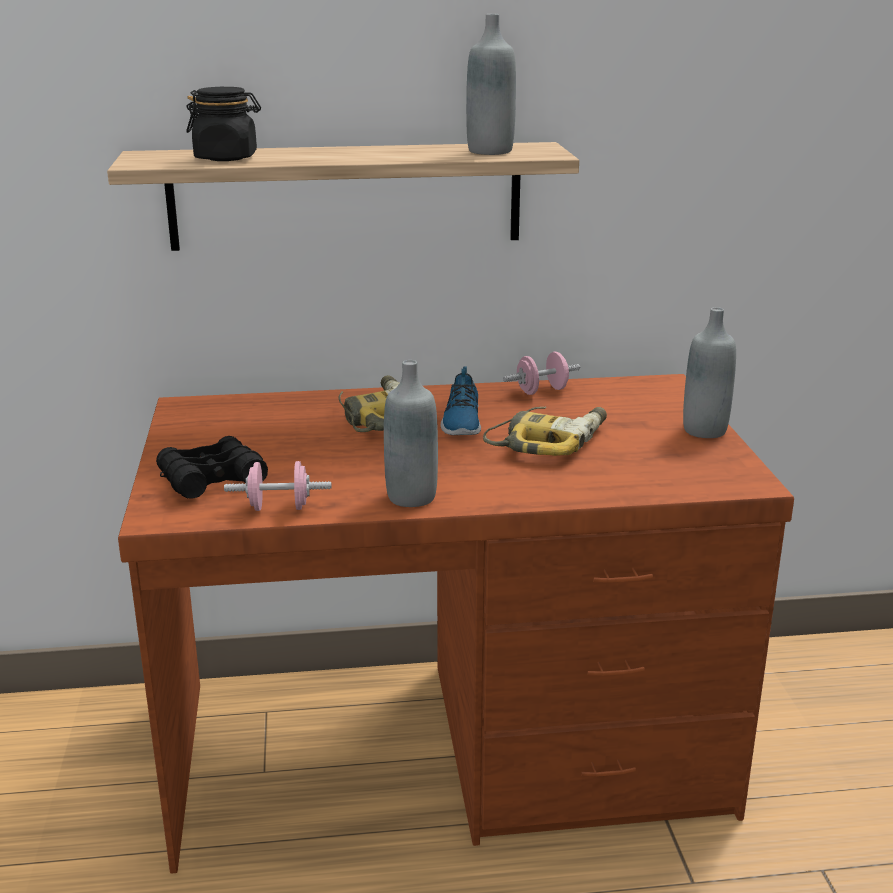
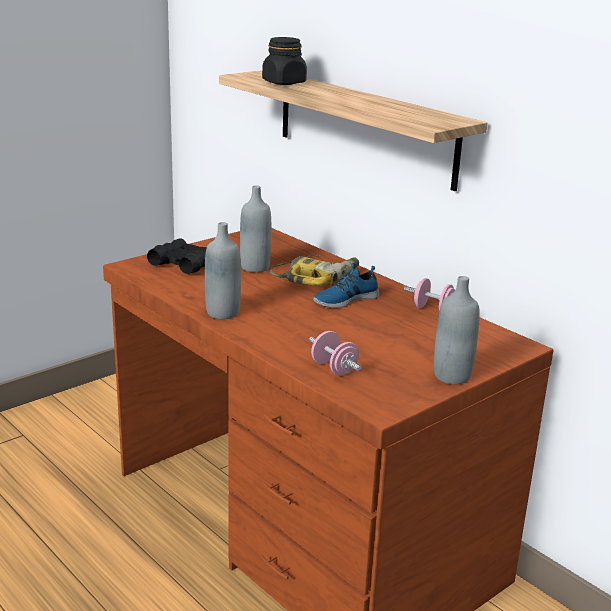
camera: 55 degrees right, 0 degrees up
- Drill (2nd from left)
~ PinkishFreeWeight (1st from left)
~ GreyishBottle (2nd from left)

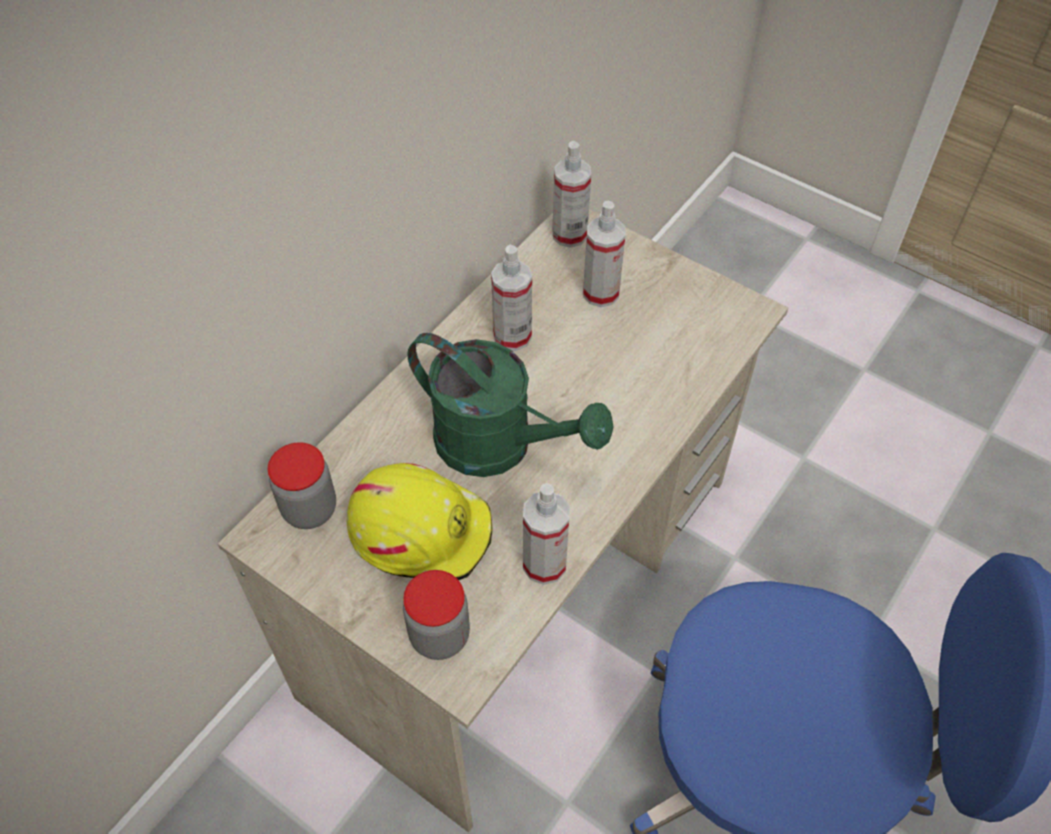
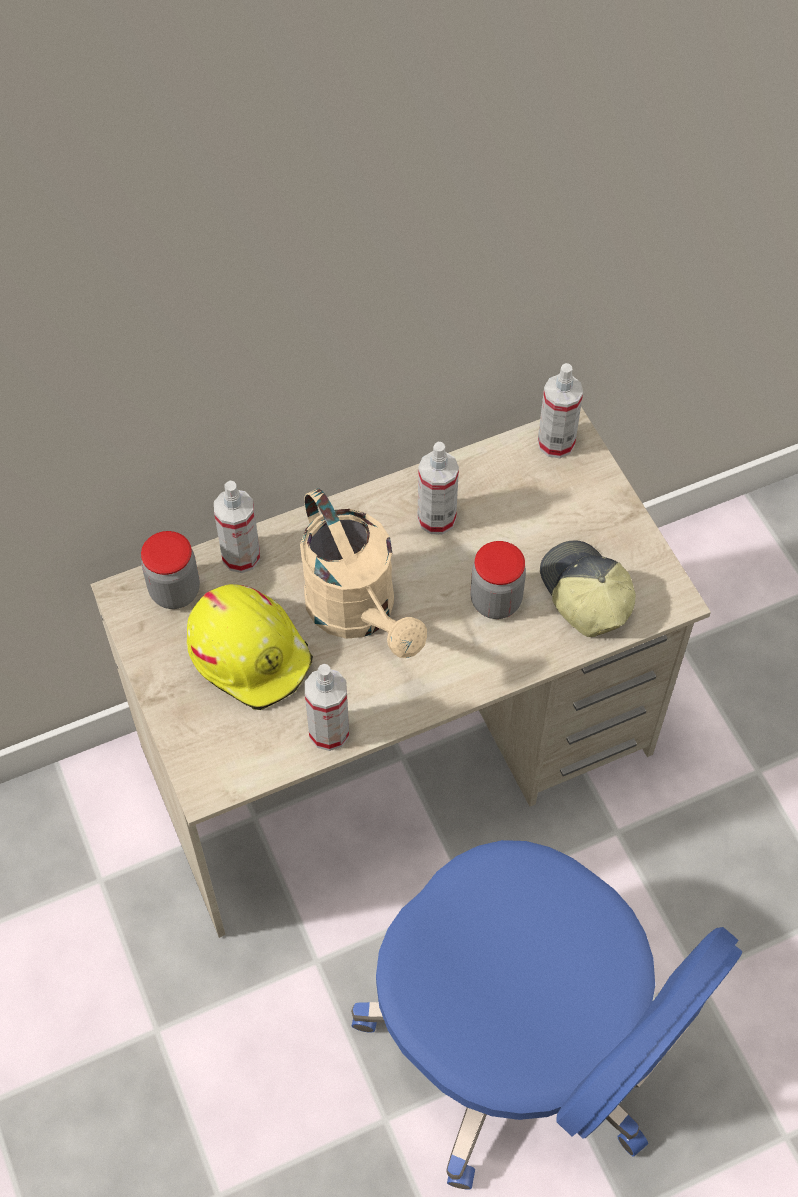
camera: 30 degrees right, 5 degrees up
+ Cap
~ PreserveJar (2nd from left)
~ SprayBottle (4th from left in the first image) to SprayBottle (1st from left)
~ GreenColouredWateringCan to BeigeColouredWateringCan

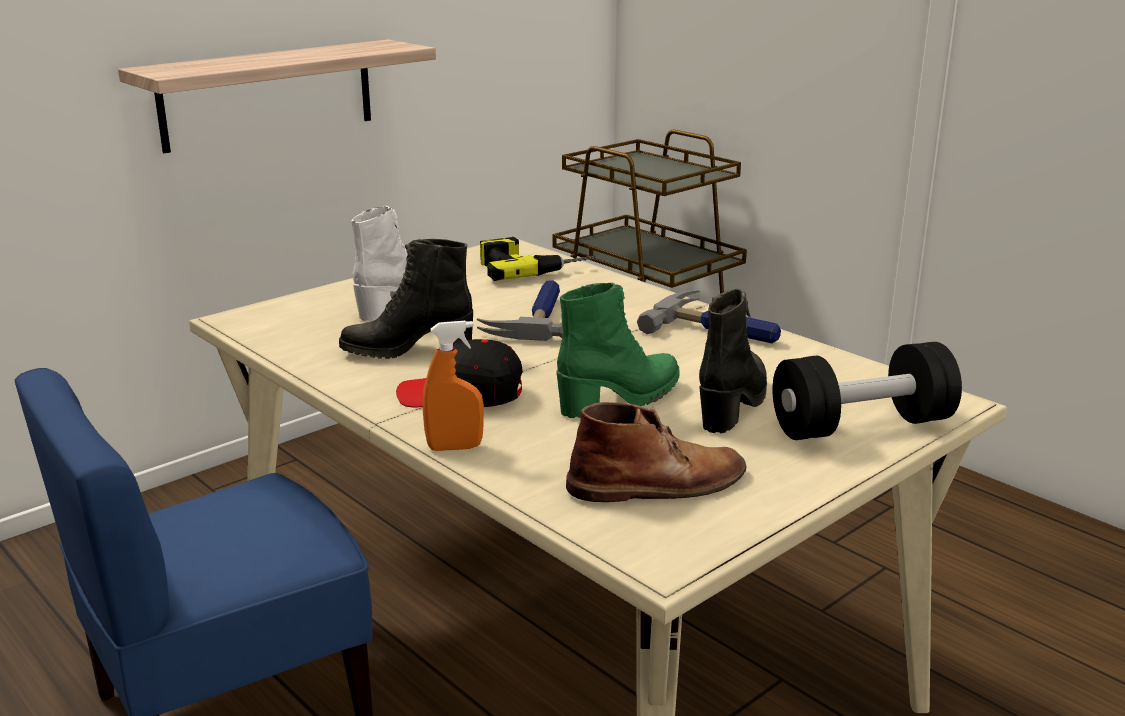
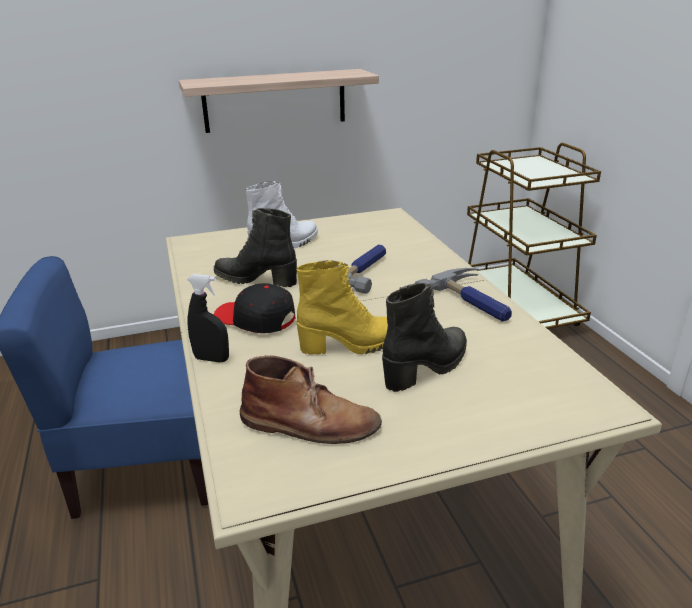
camera: 25 degrees right, 5 degrees up
- Drill
- BlackishFreeWeight
~ OrangeColouredSprayBottle to BlackishSprayBottle
~ GreenColouredBoot to YellowColouredBoot

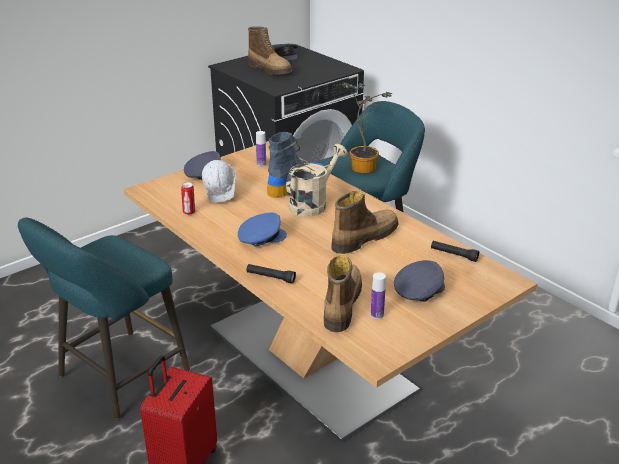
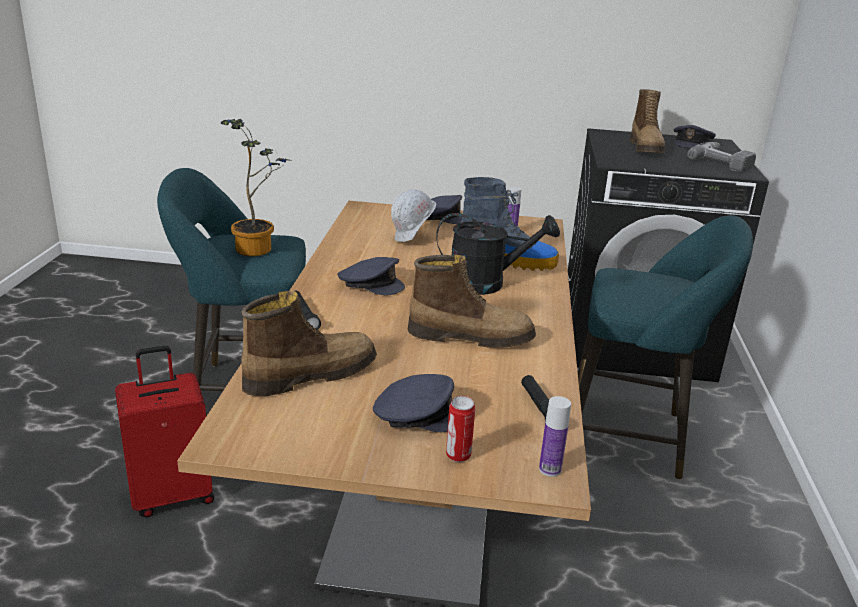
camera: 45 degrees right, 5 degrees down
+ Drill
~ SealedCan
~ PlantInAPot
~ Bottle (2nd from left)
~ BlueColouredCap to GreyishCap (1st from left)
~ BeigeColouredWateringCan to BlackishWateringCan

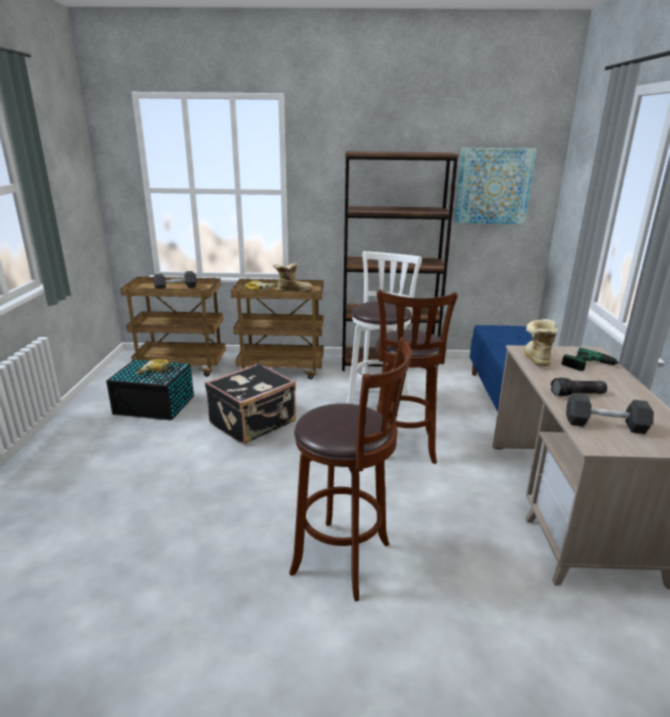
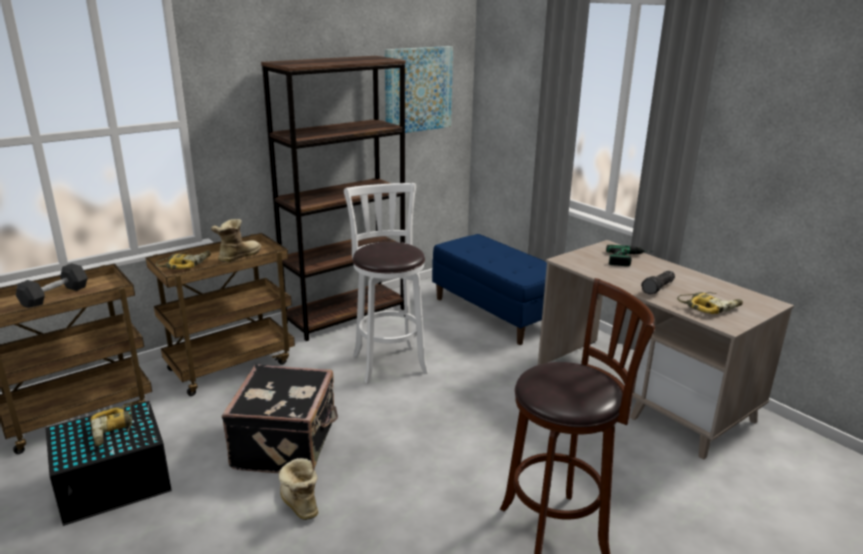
camera: 40 degrees left, 0 degrees up
- BrownStoolSeat (2nd from left)
~ Boot (2nd from left)
~ BlackishFreeWeight (2nd from left) to Drill (4th from left)

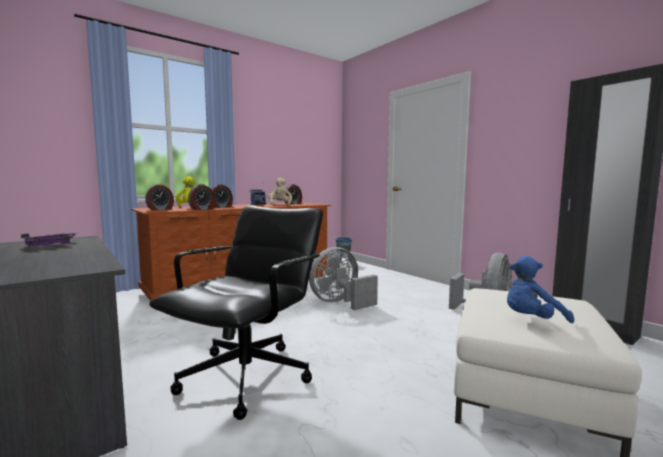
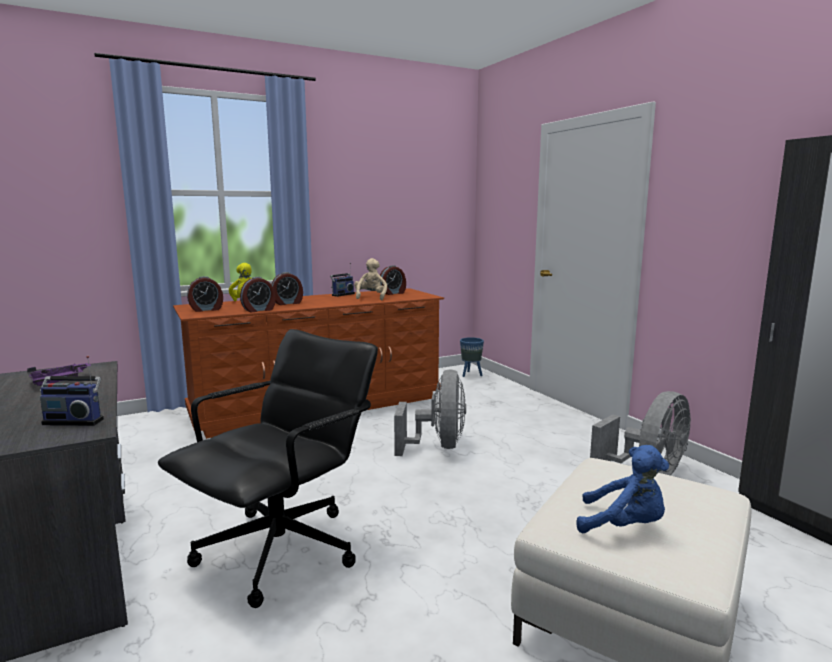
camera: 10 degrees right, 5 degrees up
+ RadioReceiver (1st from left)
~ GreyishCoolingFan (1st from left) 120 degrees clockwise
~ BlueColouredSoftToy 150 degrees counterclockwise

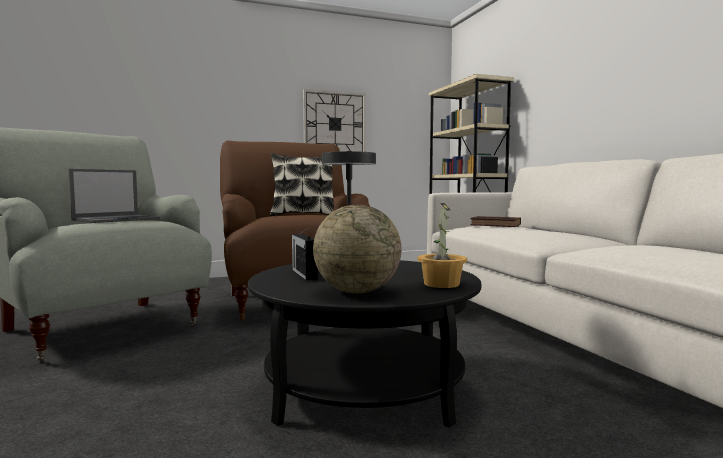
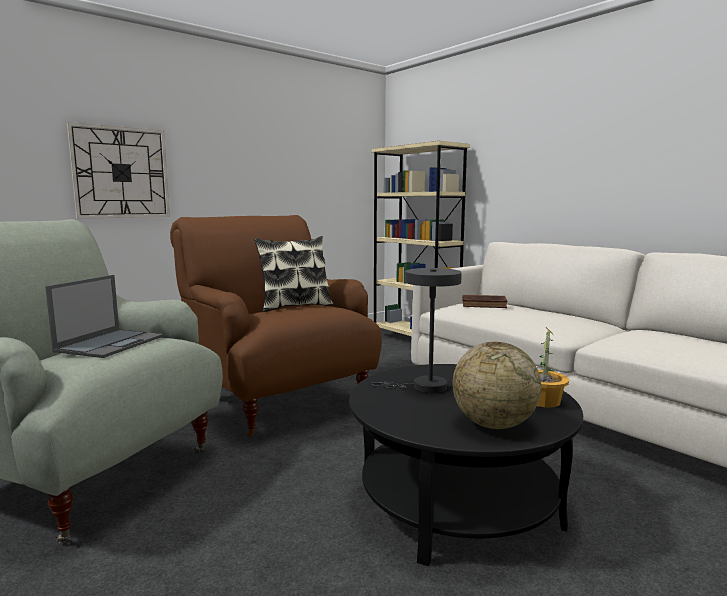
camera: 20 degrees left, 5 degrees up
- RadioReceiver
~ HangingClock

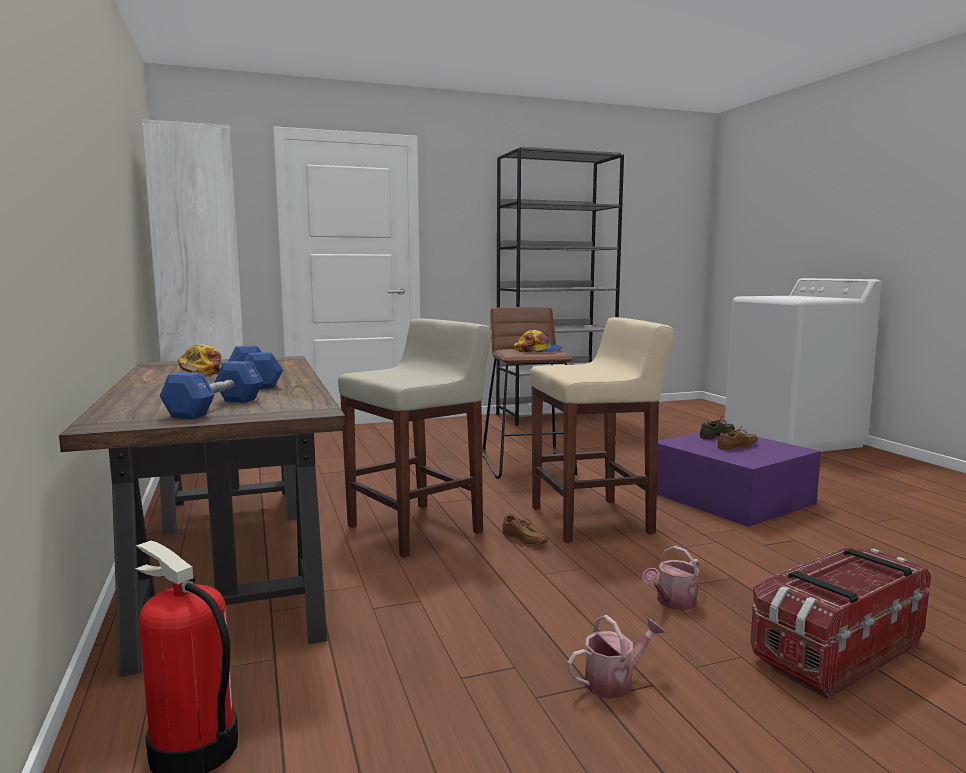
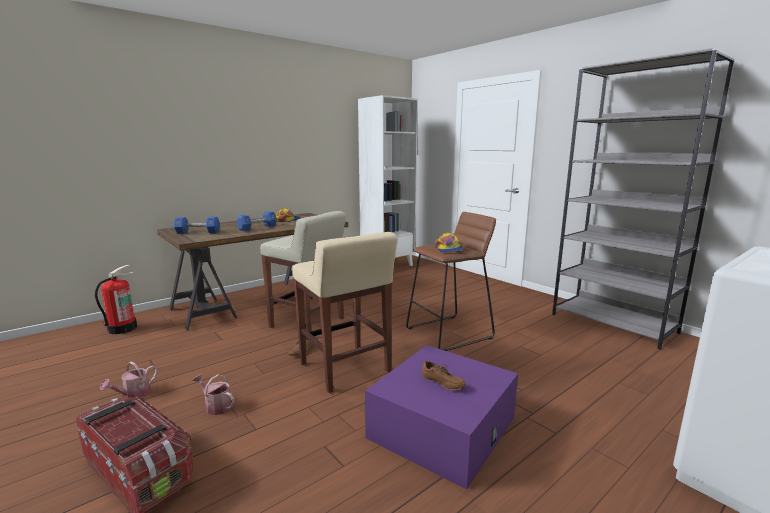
camera: 70 degrees right, 5 degrees up
- GreyishItemOfFootwear
~ WateringCan (1st from left) 75 degrees clockwise

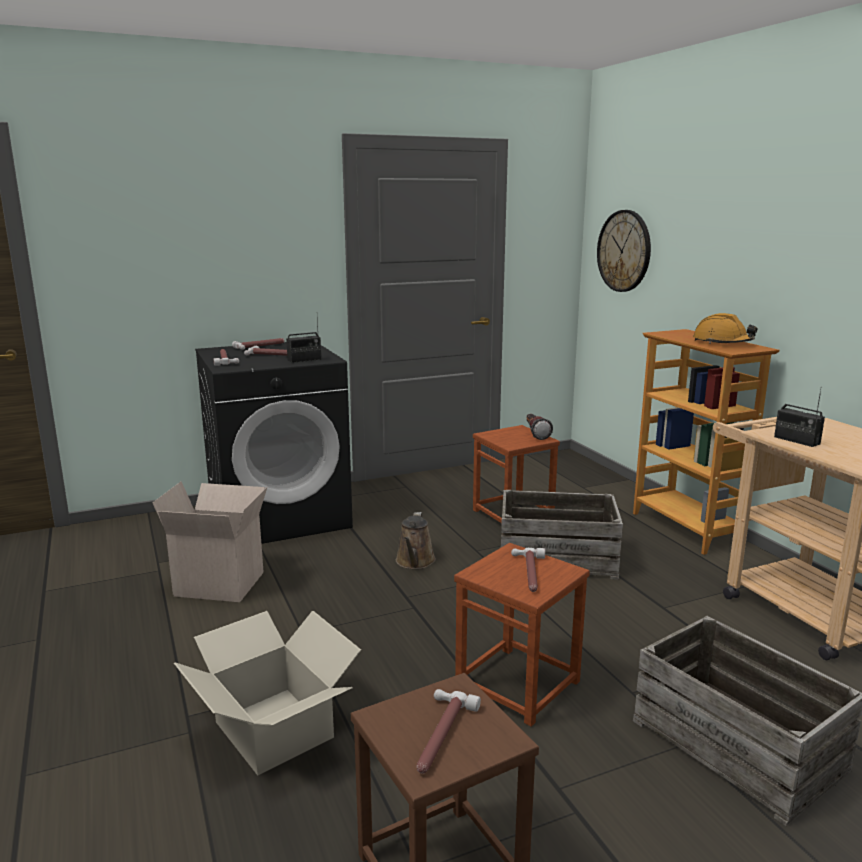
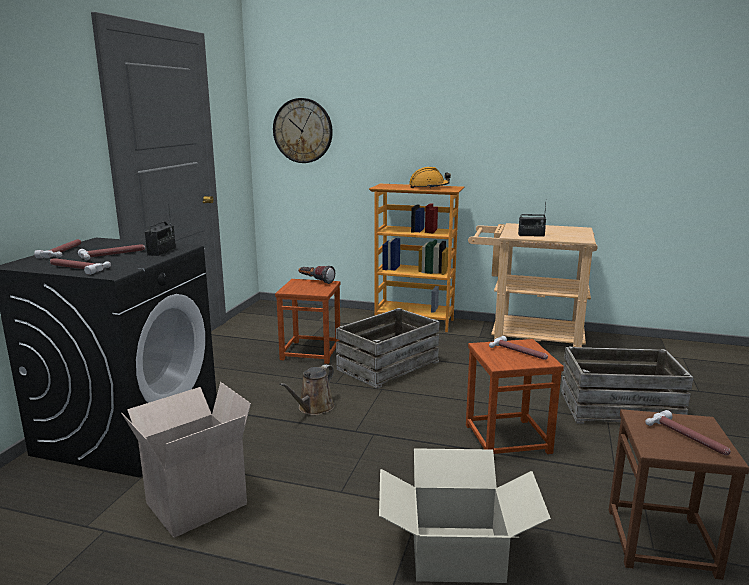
camera: 50 degrees left, 0 degrees up
~ BrownWateringCan 75 degrees clockwise

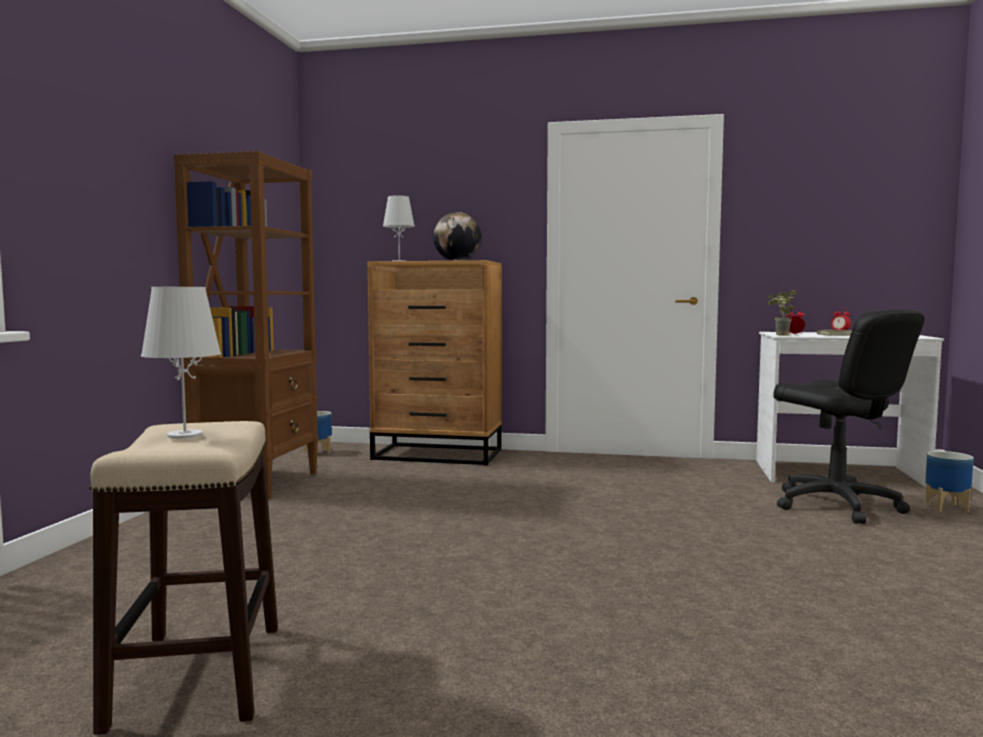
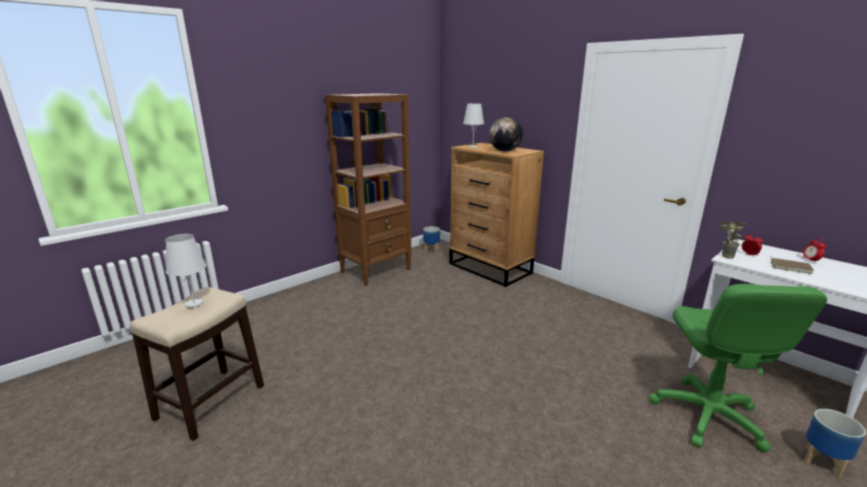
camera: 35 degrees right, 15 degrees up
~ BlackishComputerChair to GreenColouredComputerChair

